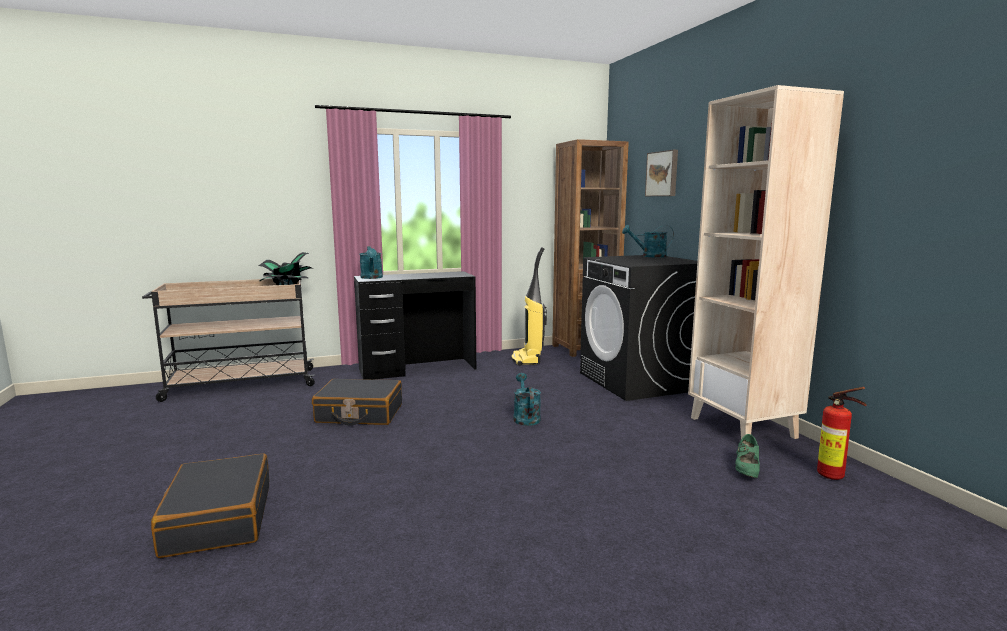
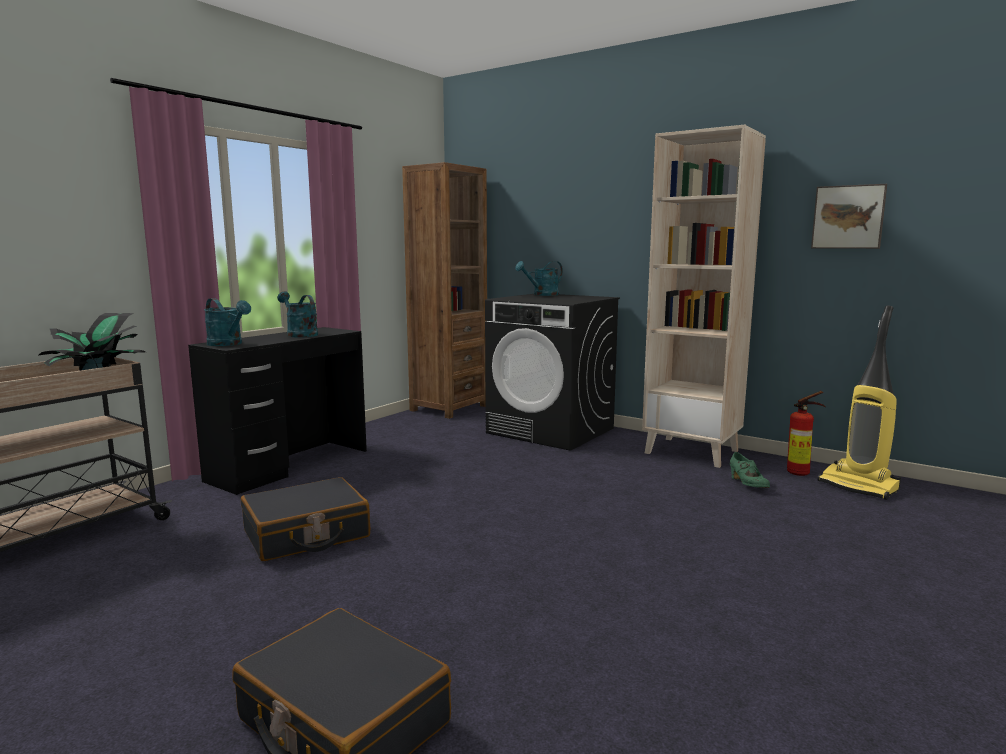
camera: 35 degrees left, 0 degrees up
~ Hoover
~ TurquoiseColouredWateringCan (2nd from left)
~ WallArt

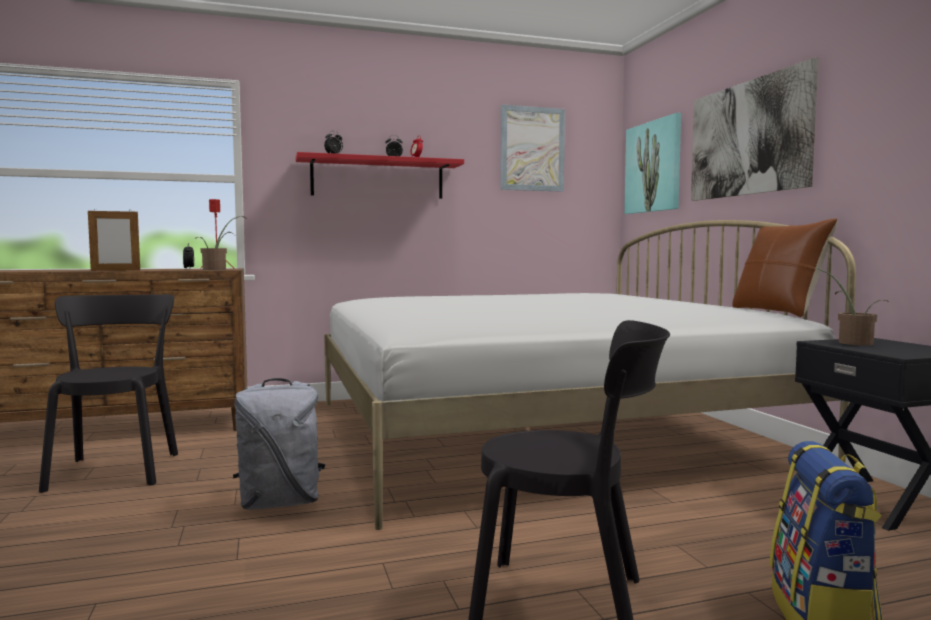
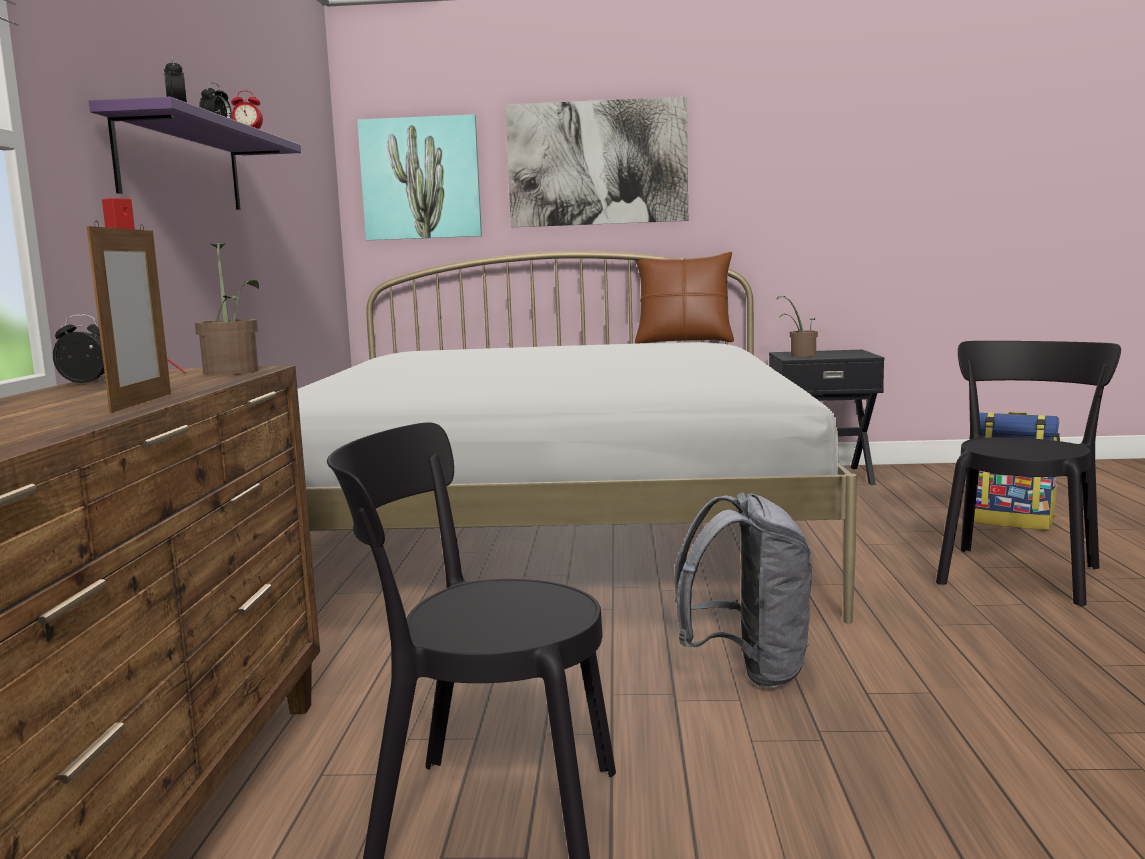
camera: 70 degrees left, 5 degrees up
- WallArt (1st from left)
~ ReddishShelf to PurpleColouredShelf

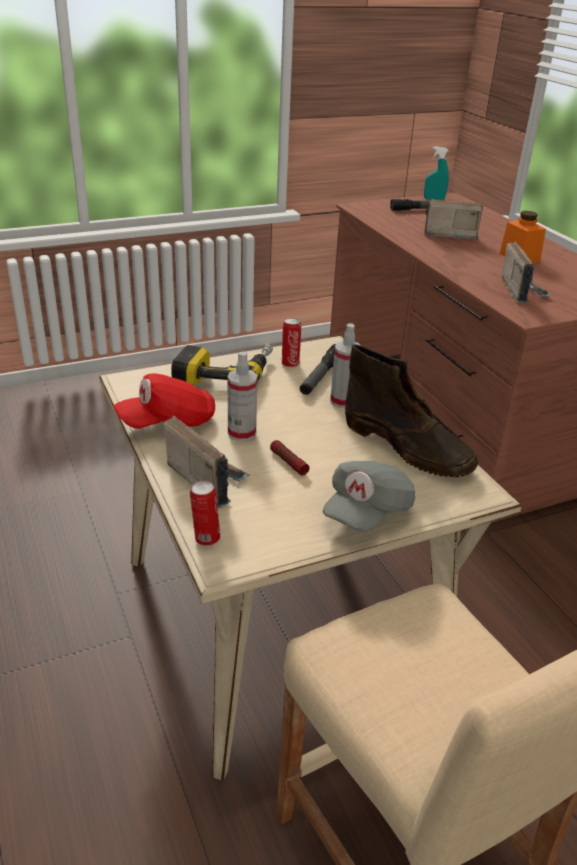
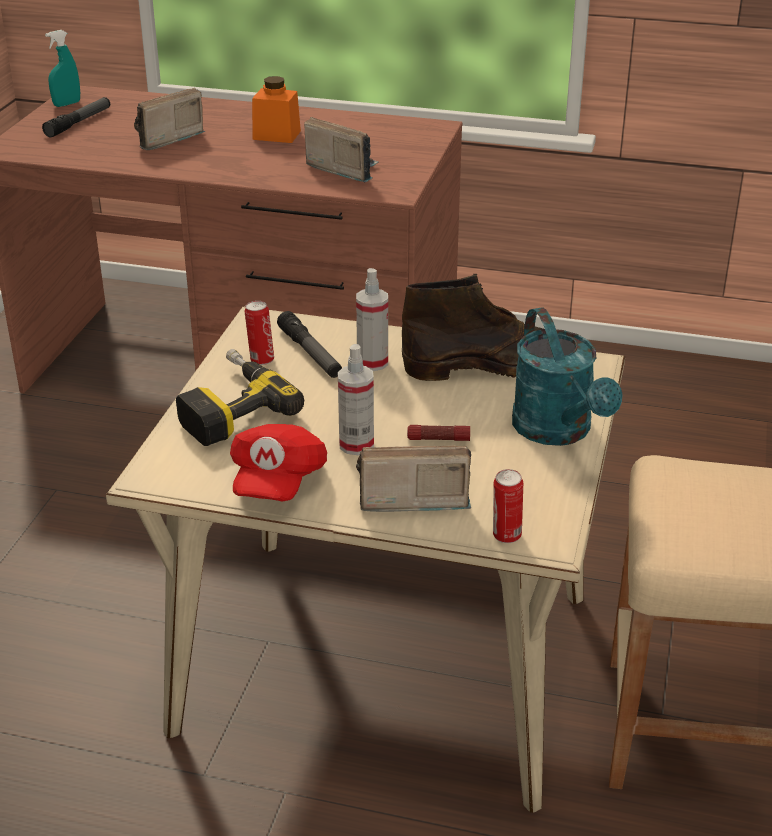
camera: 50 degrees left, 0 degrees up
~ GreyishCap to TurquoiseColouredWateringCan

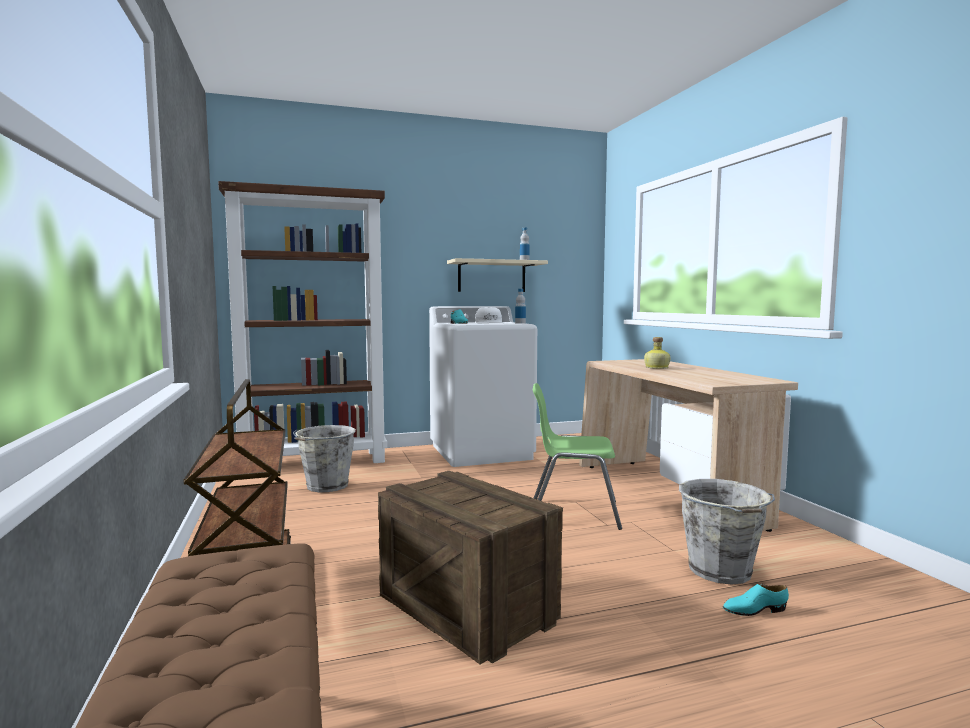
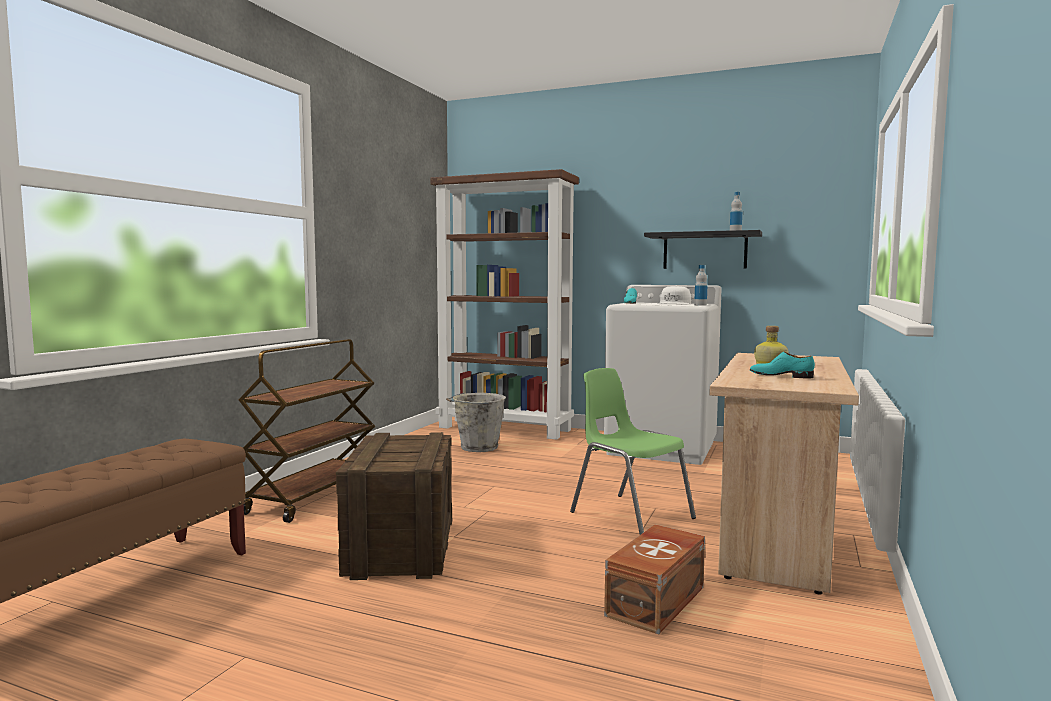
camera: 40 degrees right, 0 degrees up
~ TurquoiseColouredItemOfFootwear (2nd from left)
~ GreyishWaterBucket (2nd from left) to BrownStorageBox
~ BeigeColouredShelf to BlackishShelf

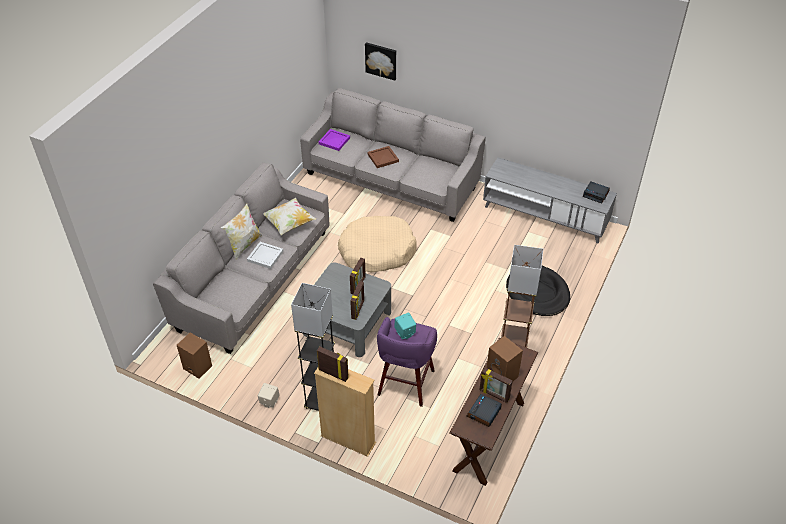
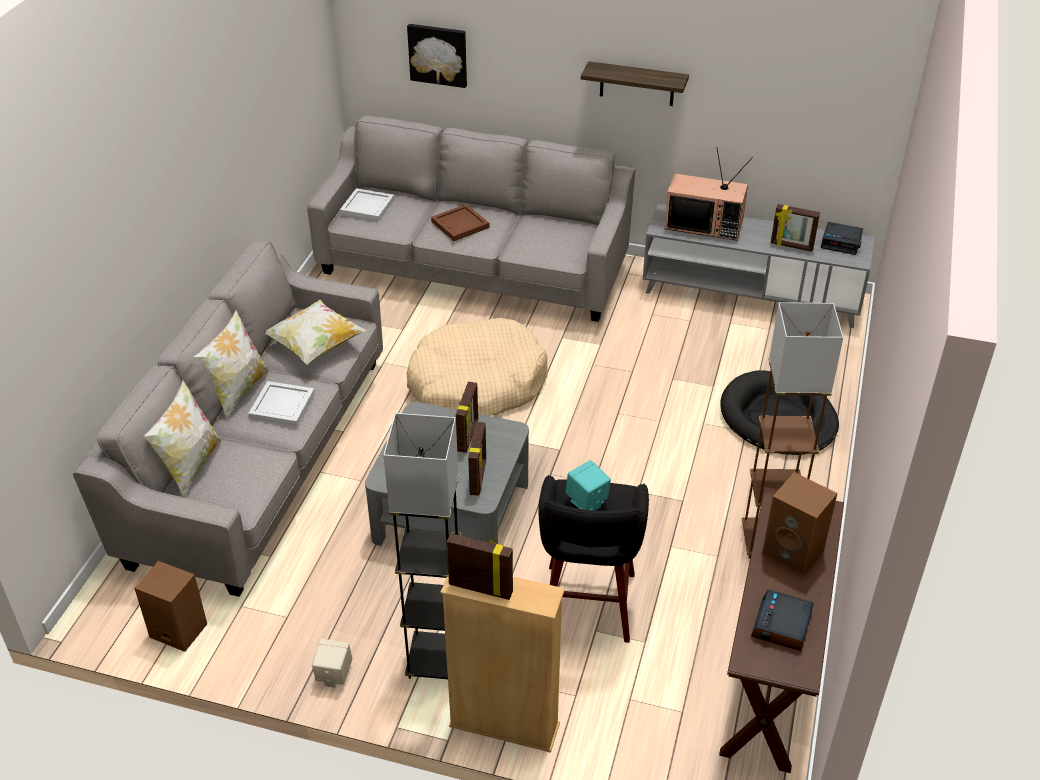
camera: 10 degrees left, 5 degrees down
+ Pillow (1st from left)
+ Shelf
+ Tv
~ StandingFrame (4th from left)
~ PurpleColouredCarryingTray to WhitishCarryingTray (2nd from left)
~ PurpleColouredStoolSeat to BlackishStoolSeat

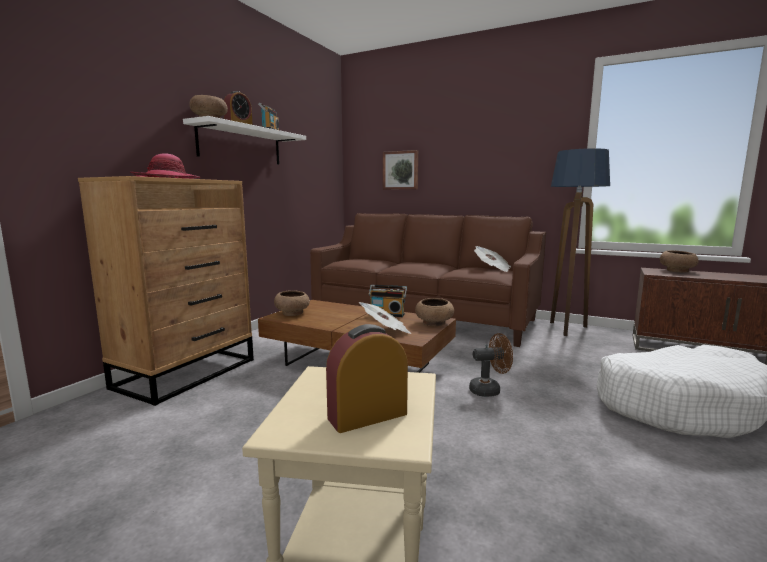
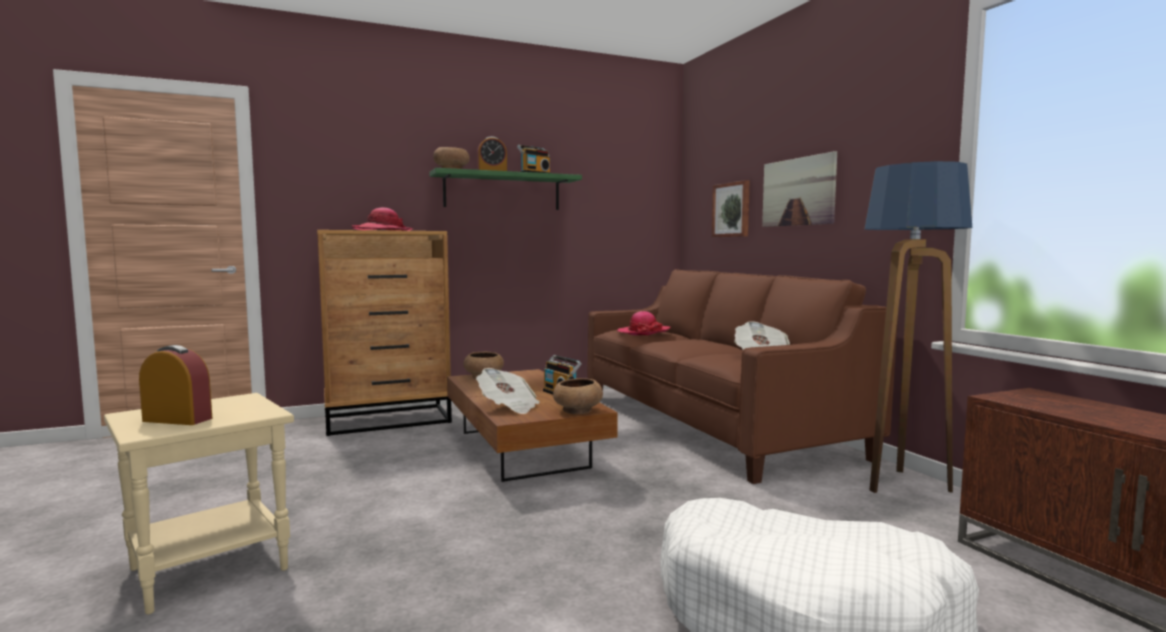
camera: 40 degrees right, 5 degrees down
- BrownCoolingFan
- BrownBowl (4th from left)
+ Hat (2nd from left)
+ WallArt (2nd from left)
~ WhitishShelf to GreenColouredShelf

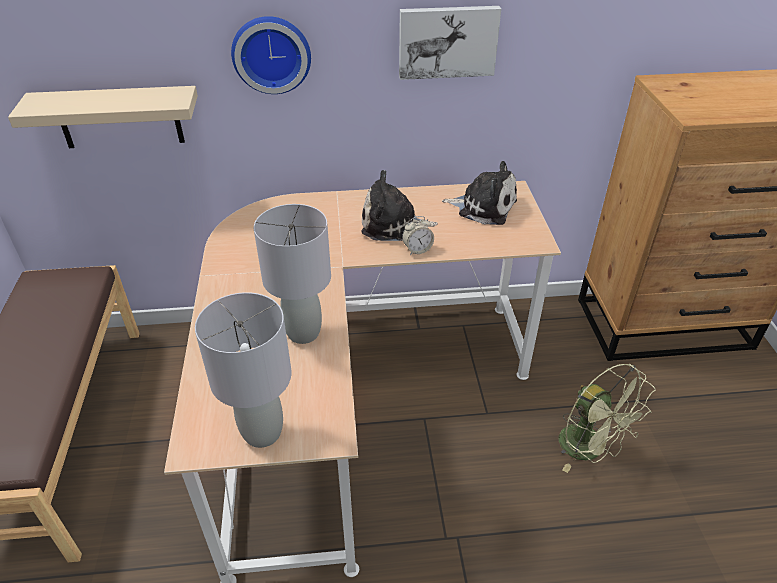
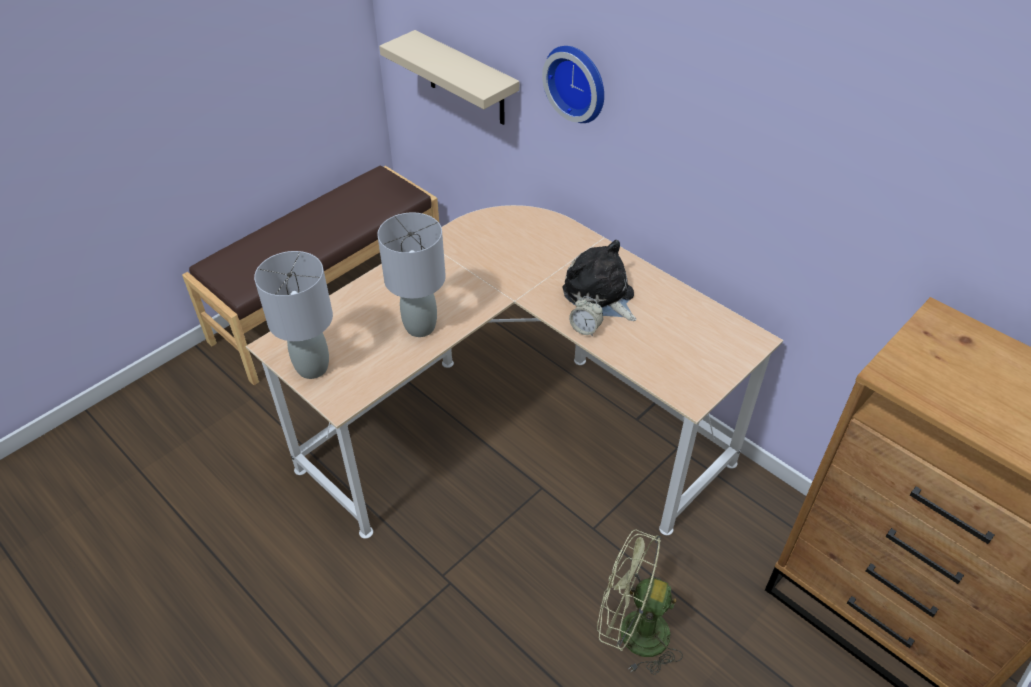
camera: 50 degrees right, 5 degrees up
- WallArt
- SoftToy (2nd from left)
~ GreenColouredCoolingFan 90 degrees clockwise

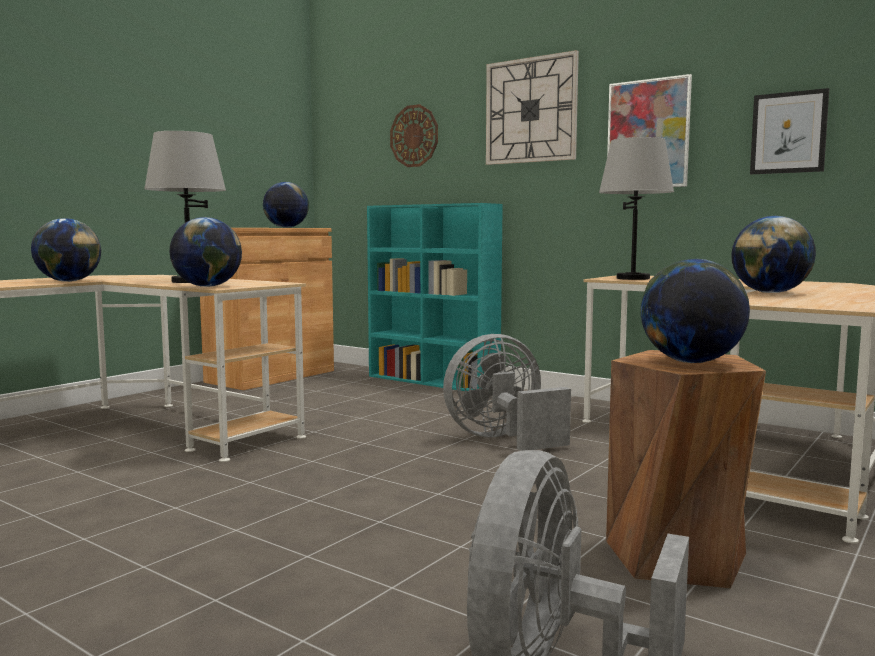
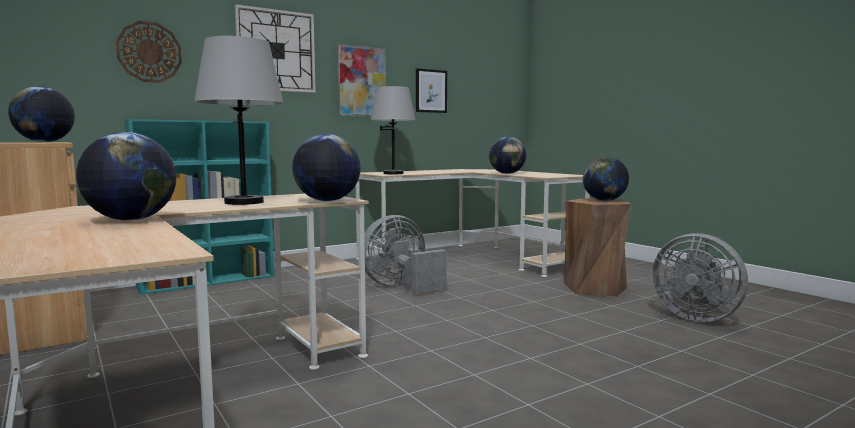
camera: 70 degrees left, 0 degrees up
~ GreyishCoolingFan (1st from left) 60 degrees clockwise

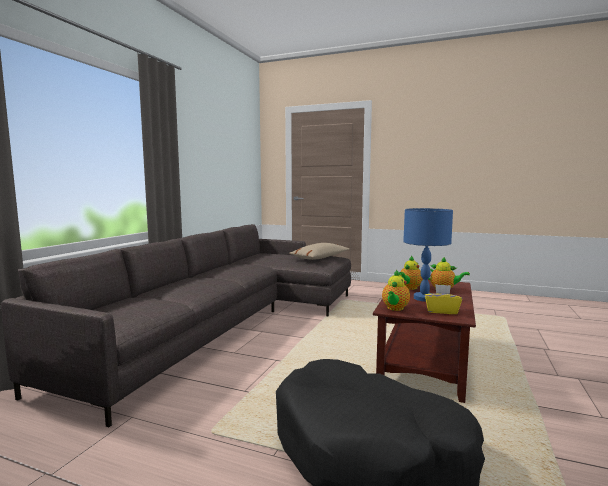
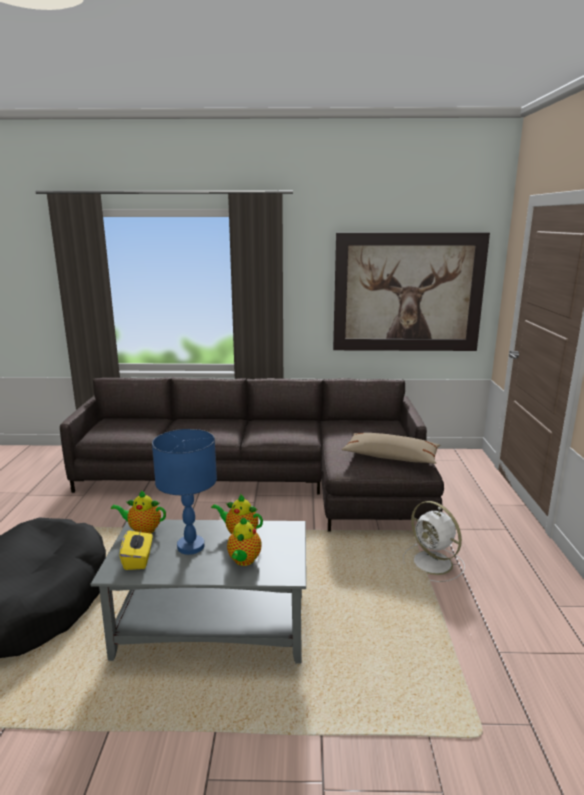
camera: 70 degrees right, 10 degrees up
+ WallArt
+ WhitishCoolingFan
~ BrownCoffeeTable to GreyishCoffeeTable

